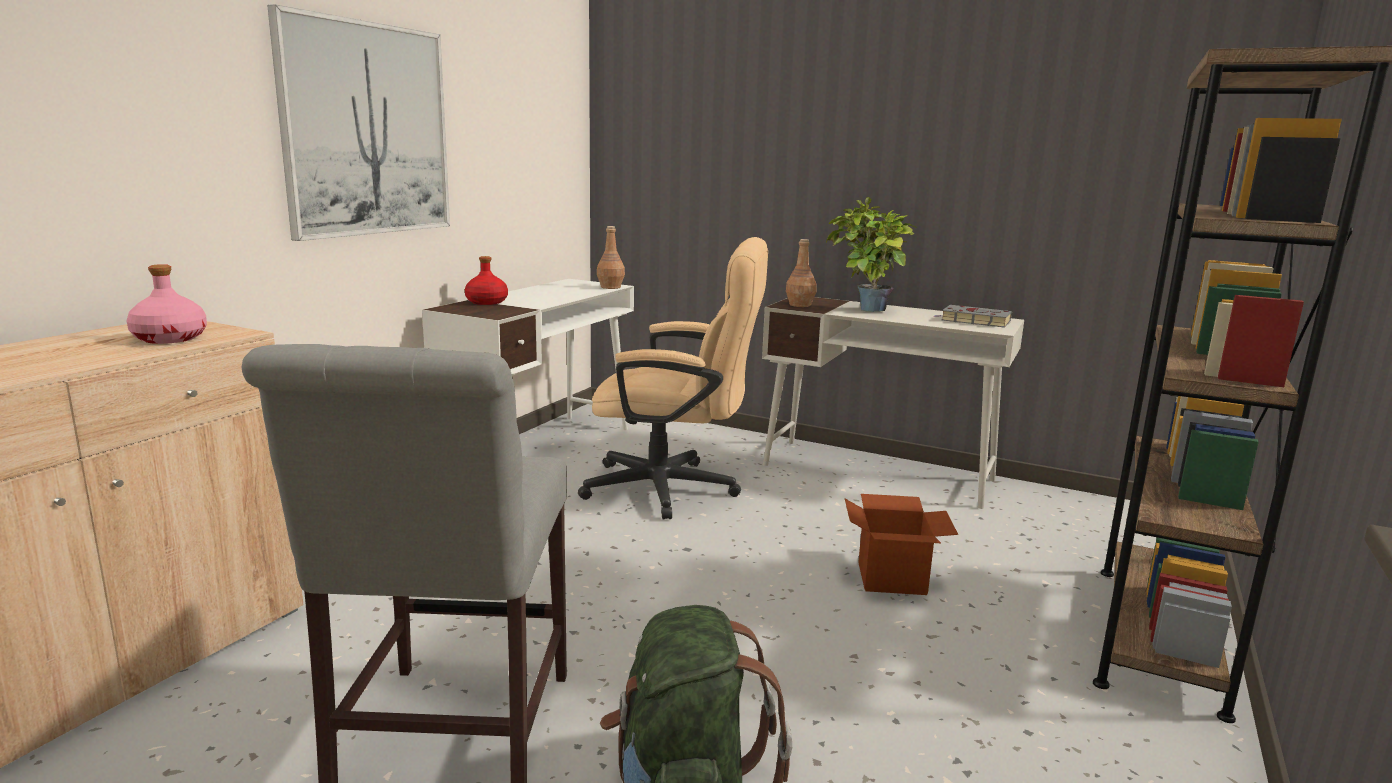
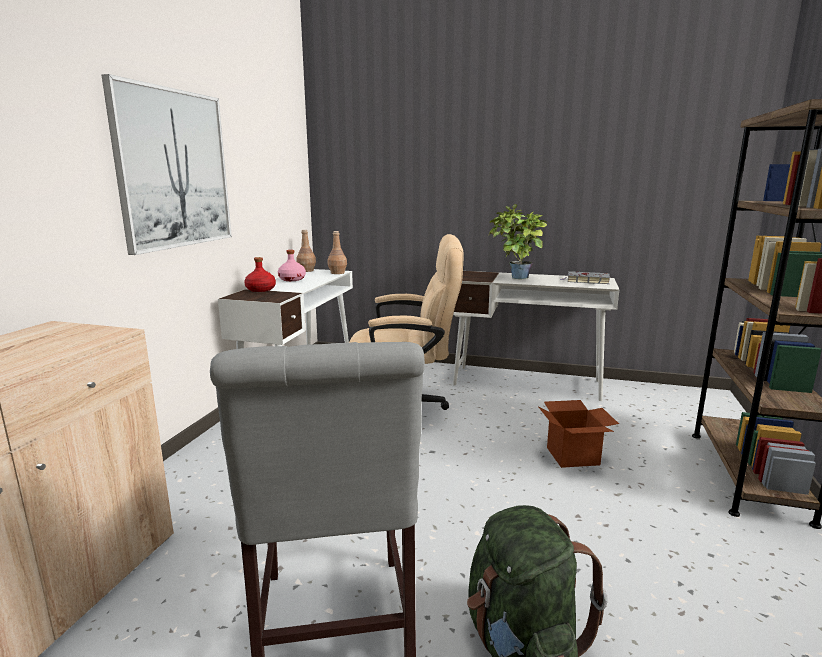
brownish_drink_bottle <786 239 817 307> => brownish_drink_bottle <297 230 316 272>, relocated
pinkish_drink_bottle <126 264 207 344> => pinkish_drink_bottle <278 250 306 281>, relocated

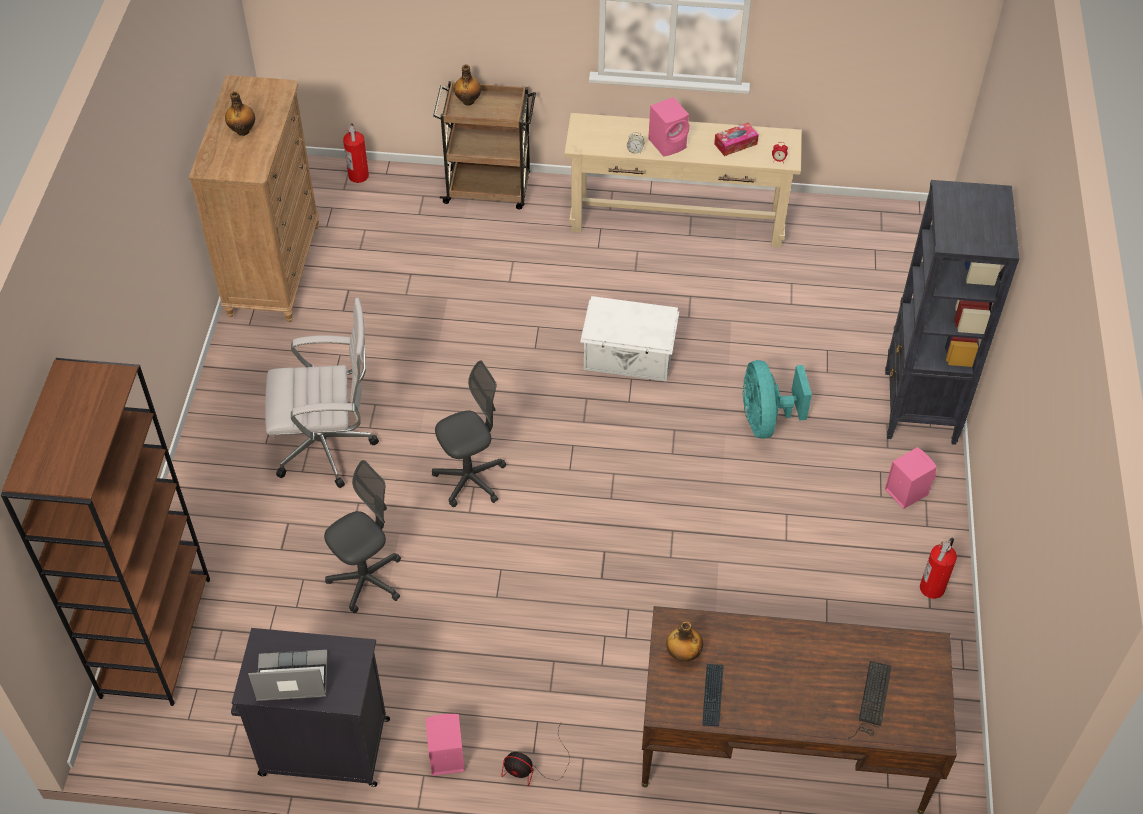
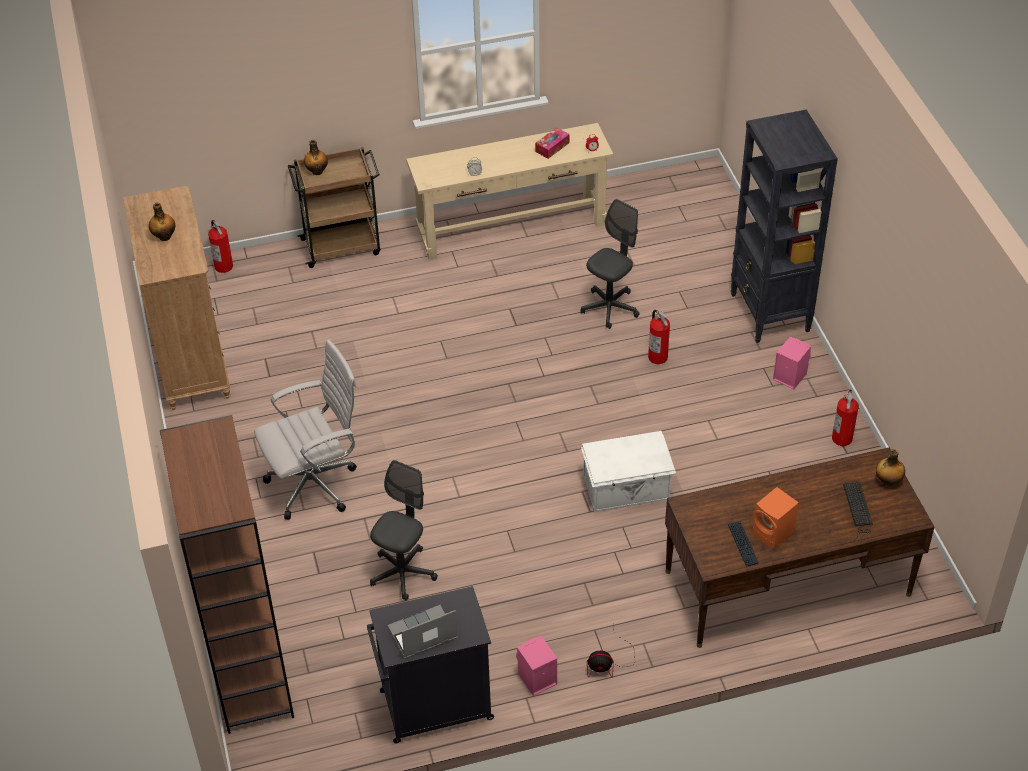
pinkish_audio_speaker <648 97 690 157> => nothing
white_storage_container <580 296 679 381> => white_storage_container <581 431 676 512>, relocated
blue-green_electric_fan <743 360 812 439> => extinguisher <648 310 670 364>
greyish_desk_chair <432 361 506 507> => greyish_desk_chair <580 199 640 329>, relocated
drink_bottle <666 621 703 662> => drink_bottle <876 449 905 486>, relocated
nothing => orangey_audio_speaker <752 487 799 549>

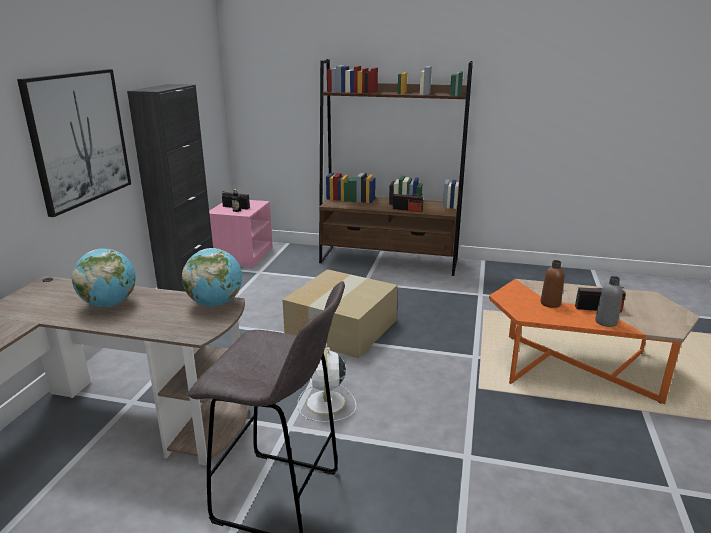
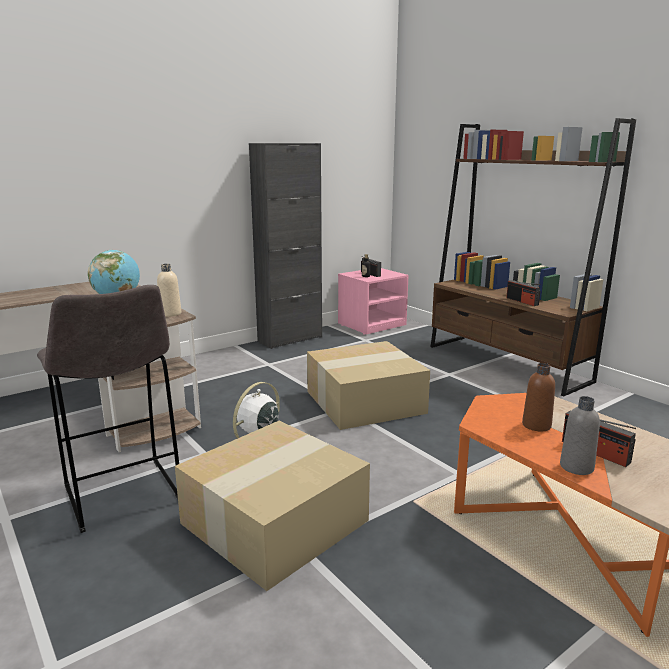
picture <17 69 131 217> => nothing
globe <182 248 242 307> => sand-coloured_drink_bottle <157 264 181 317>
nothing => cardboard_box <175 421 370 591>

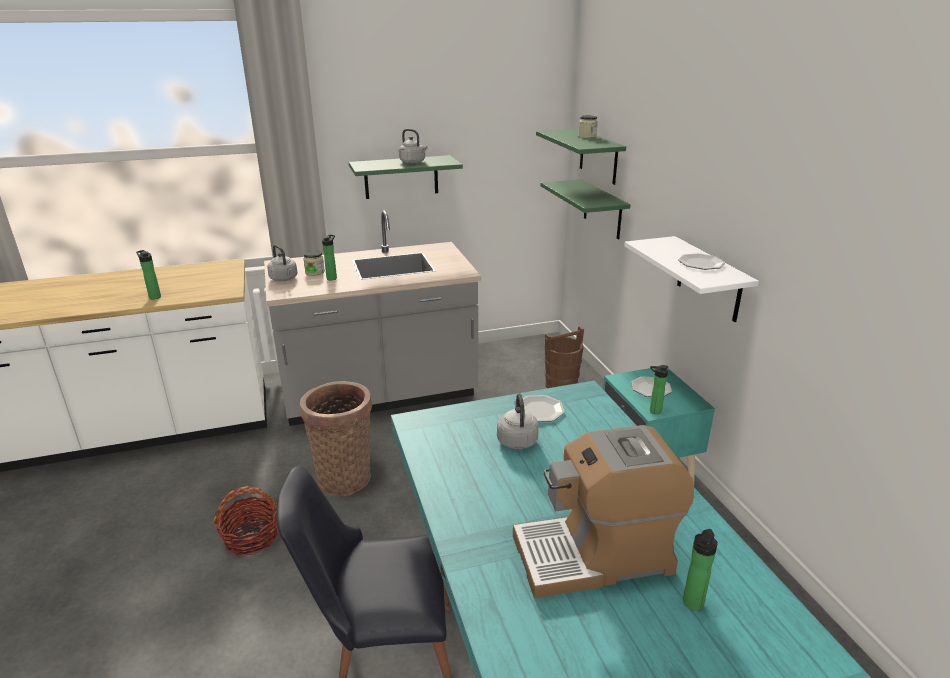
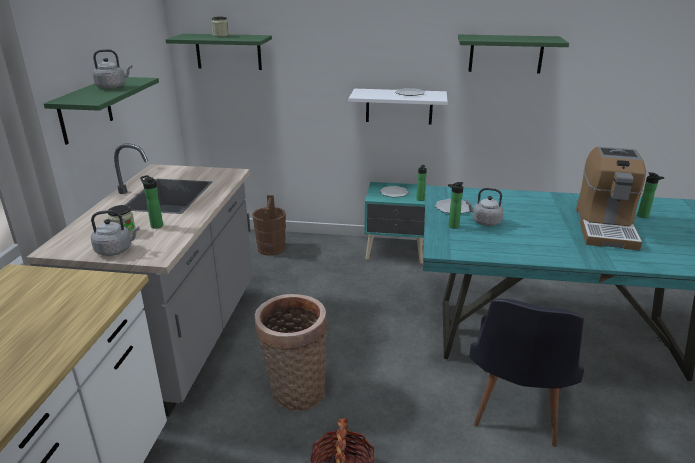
greenish_wall_shelf <541 179 630 239> => greenish_wall_shelf <458 35 569 74>, relocated
drink_bottle <136 250 161 299> => drink_bottle <448 182 463 229>, relocated

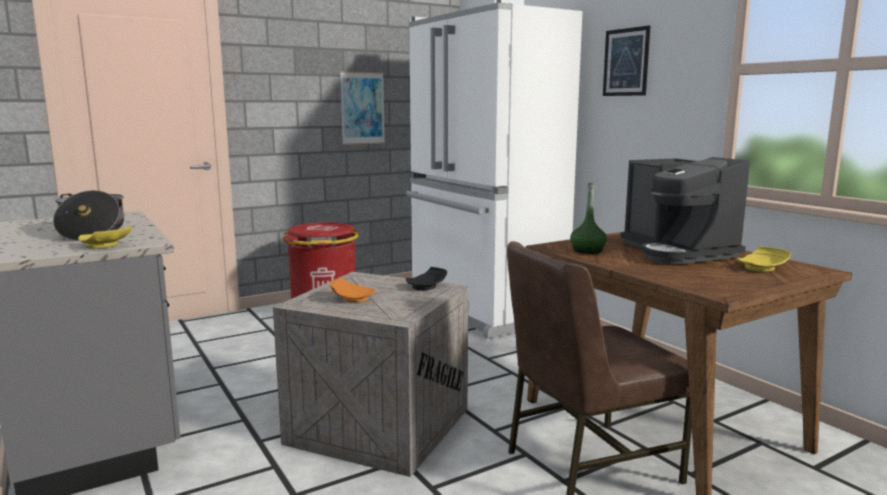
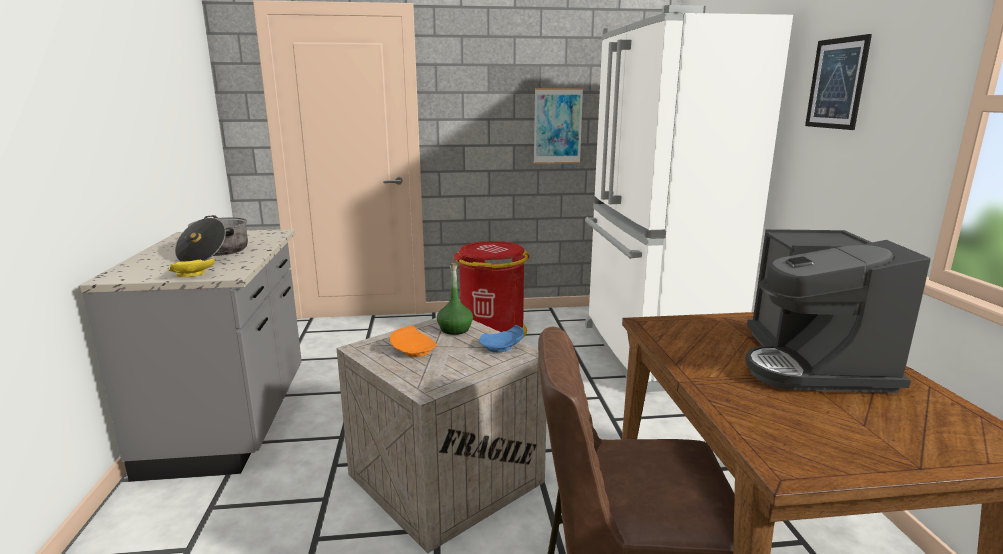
greenish_drink_bottle <570 183 607 254> => greenish_drink_bottle <437 263 473 335>, relocated
yellow_dinner_plate <737 246 791 272> => nothing
black_dinner_plate <406 267 447 290> => blue_dinner_plate <479 325 524 352>

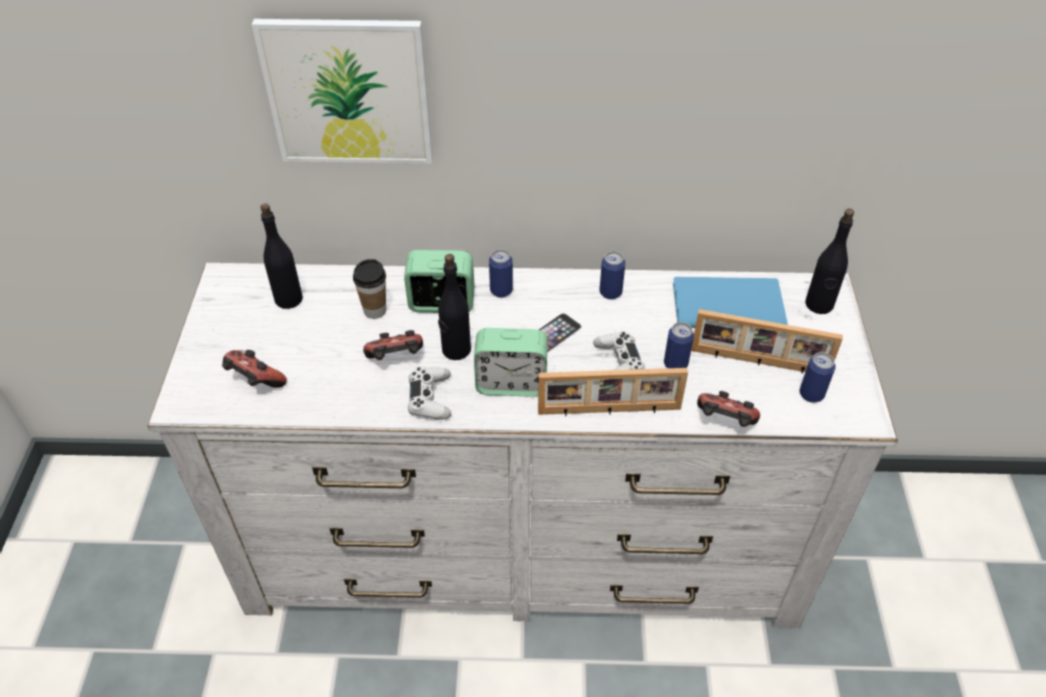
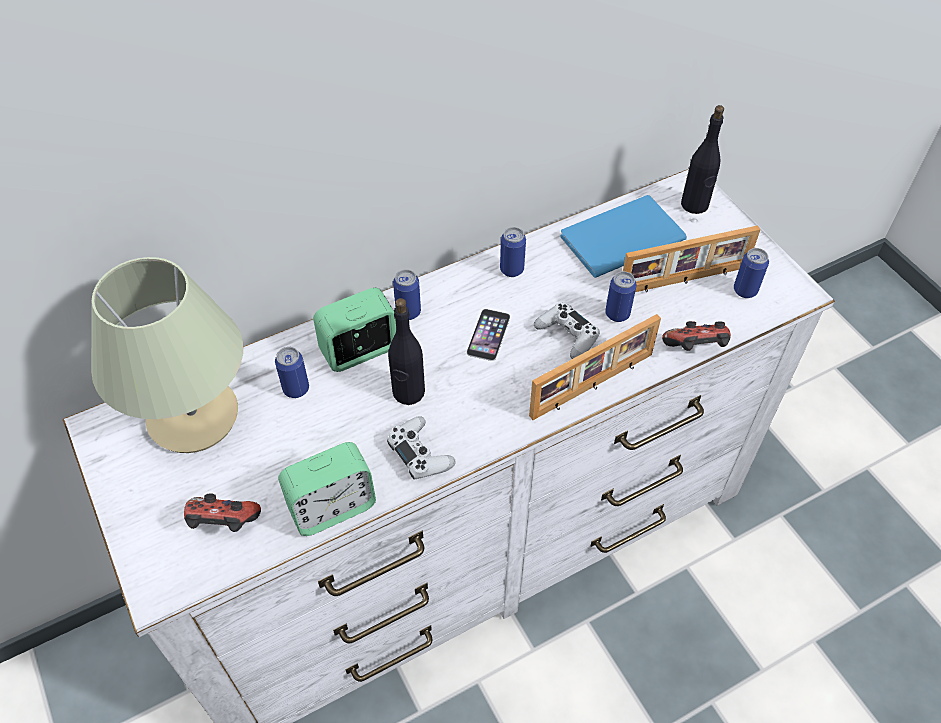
picture <252 19 433 164> => nothing
black_drink_bottle <260 203 303 309> => sand-coloured_tabletop_lamp <91 257 243 453>
small_cup <353 259 386 319> => metal_can <275 347 309 398>
alarm_clock <474 328 547 397> => alarm_clock <278 442 376 536>, relocated
joypad <363 330 423 360> => nothing

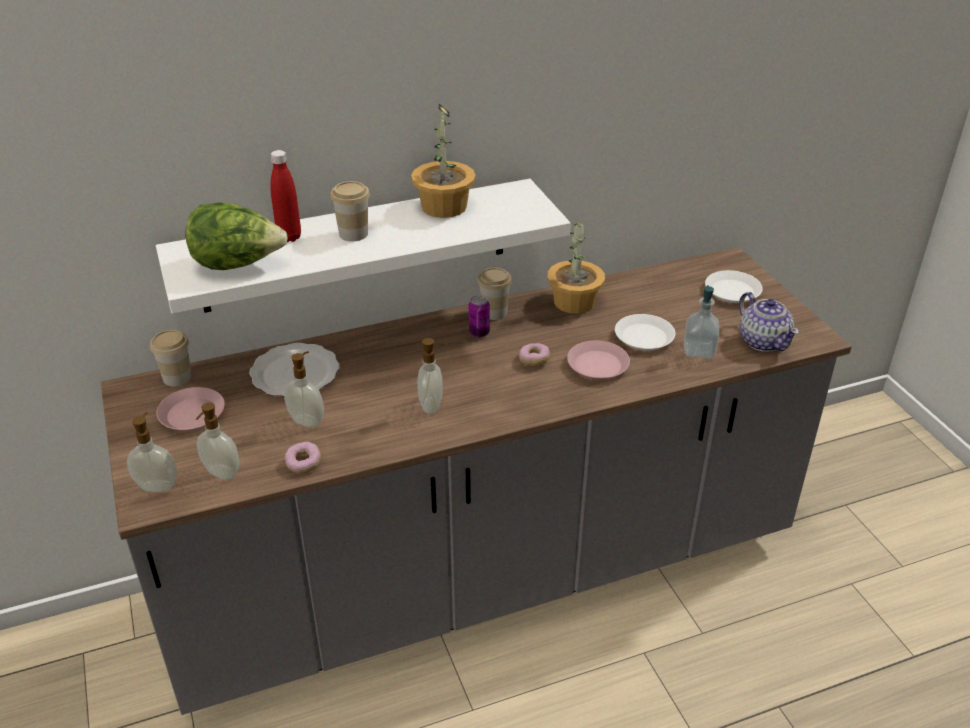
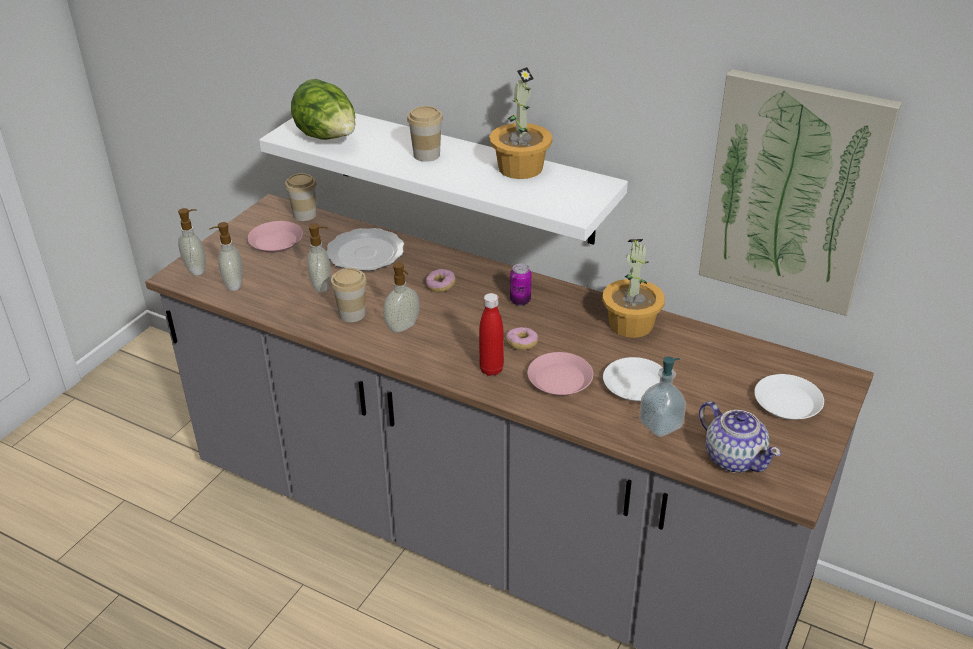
red-coloured_drink_bottle <270 150 301 242> => red-coloured_drink_bottle <479 293 504 376>, relocated
small_cup <477 267 512 320> => small_cup <331 268 367 322>, relocated
teapot <739 292 799 352> => teapot <699 401 781 473>, 60 degrees counterclockwise
donut <284 442 321 474> => donut <426 269 456 292>, relocated
nothing => picture <699 69 902 316>

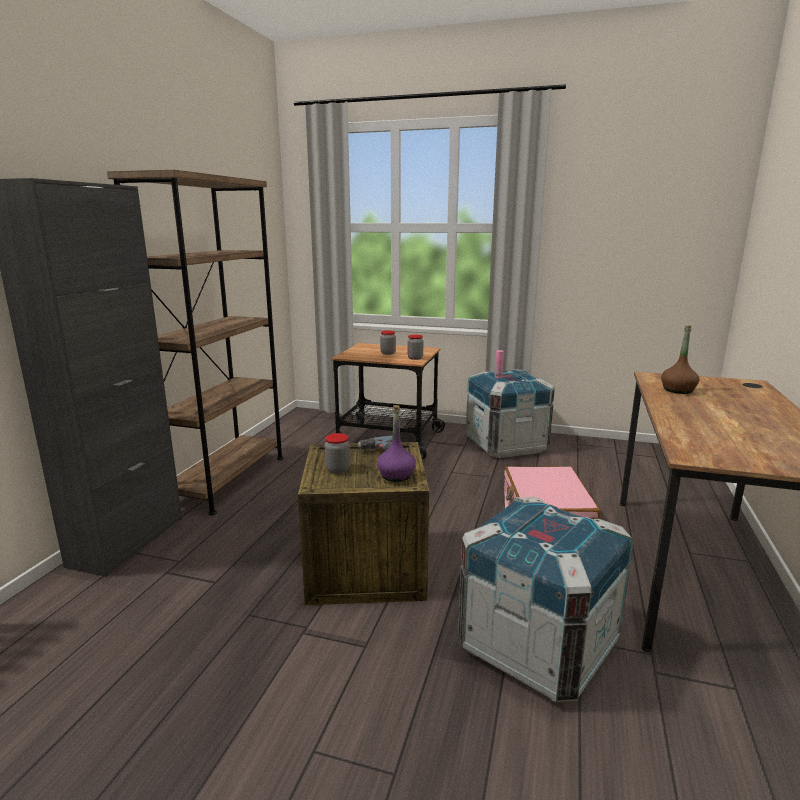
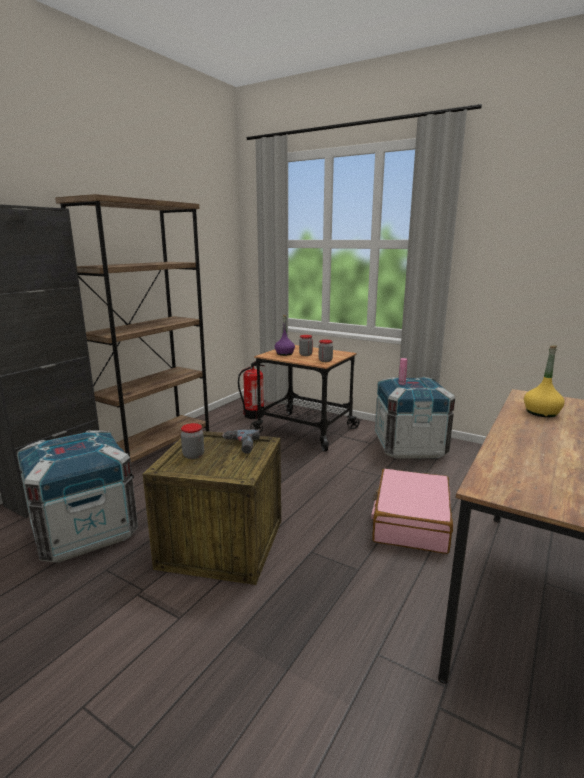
brownish_drink_bottle <661 325 700 394> => yellow_drink_bottle <524 345 565 417>
purplish_drink_bottle <377 405 416 482> => purplish_drink_bottle <275 315 295 356>, relocated
shipping_crate <458 497 634 702> => shipping_crate <17 430 138 563>, relocated
nothing => extinguisher <238 361 265 419>

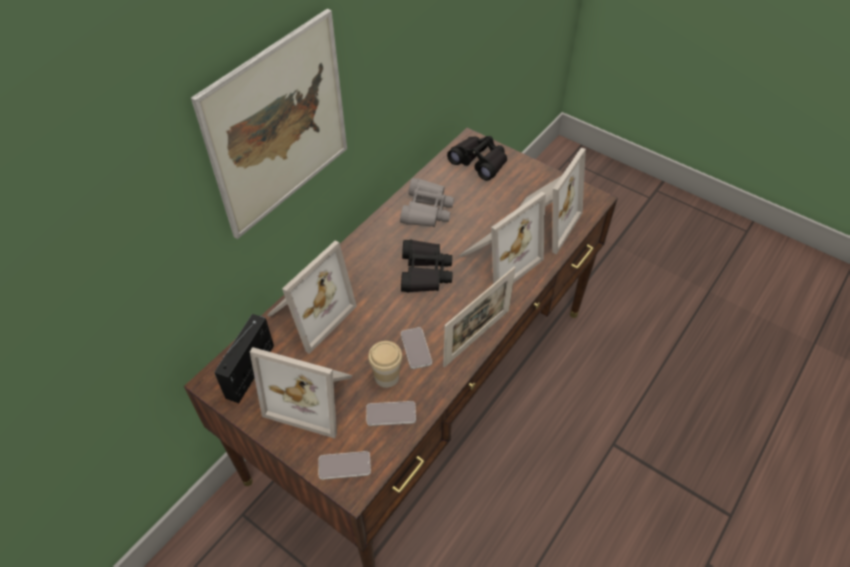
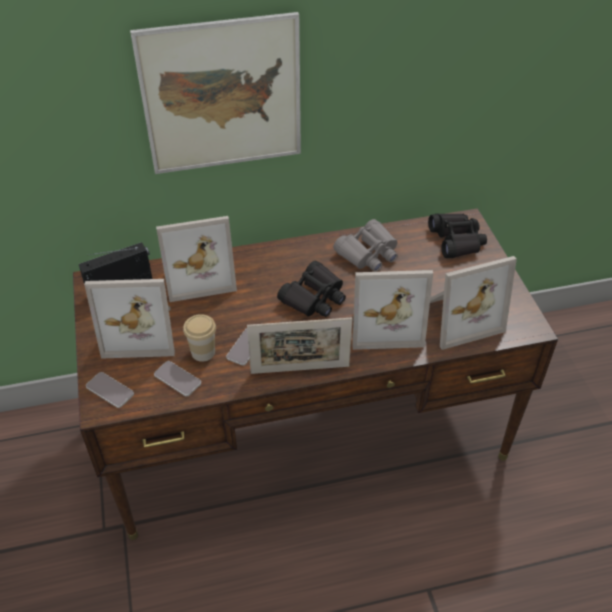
photo_frame <250 347 352 438> => photo_frame <84 279 175 359>, 60 degrees counterclockwise

